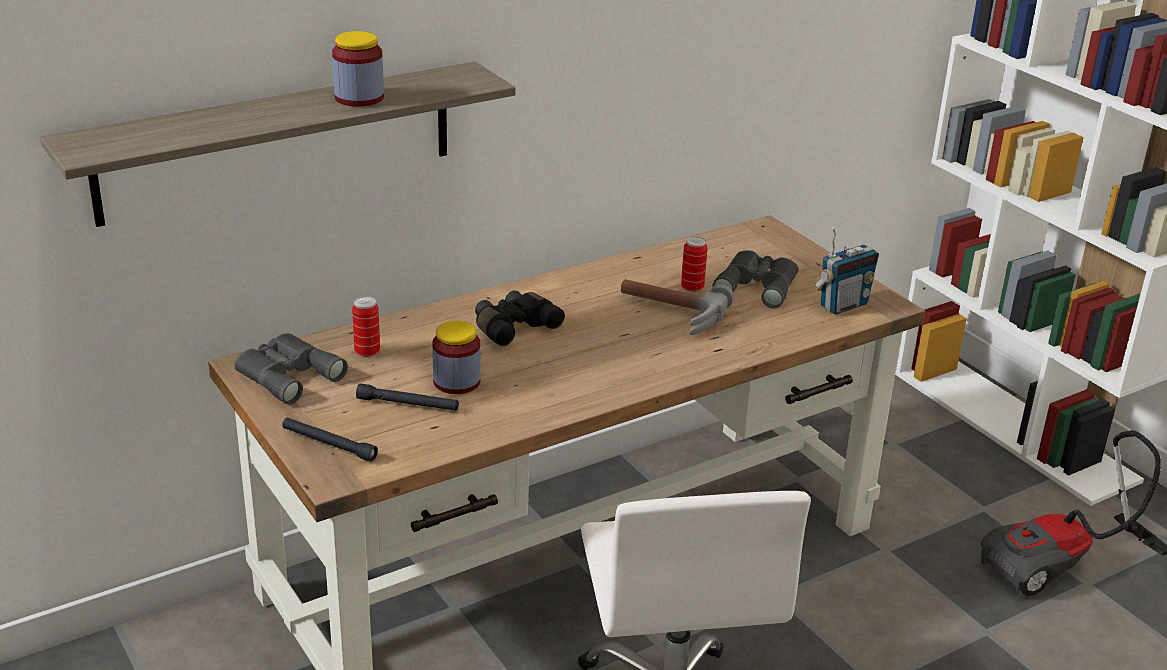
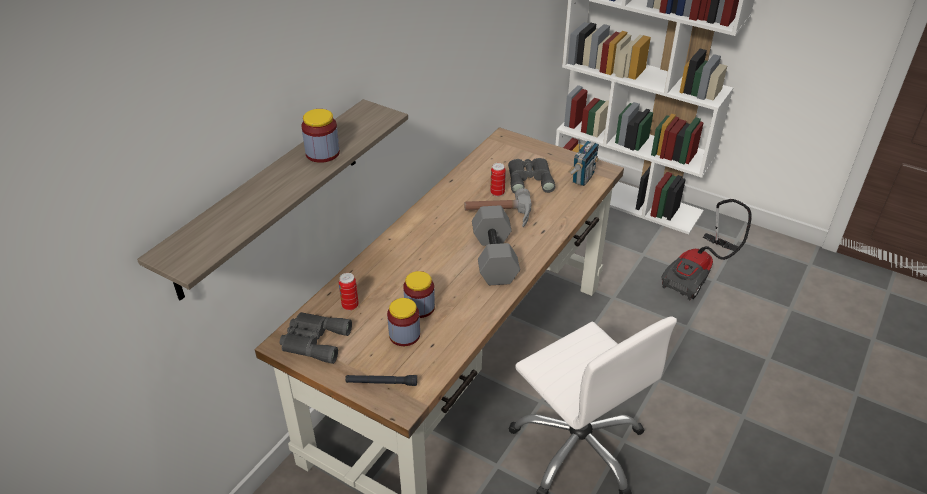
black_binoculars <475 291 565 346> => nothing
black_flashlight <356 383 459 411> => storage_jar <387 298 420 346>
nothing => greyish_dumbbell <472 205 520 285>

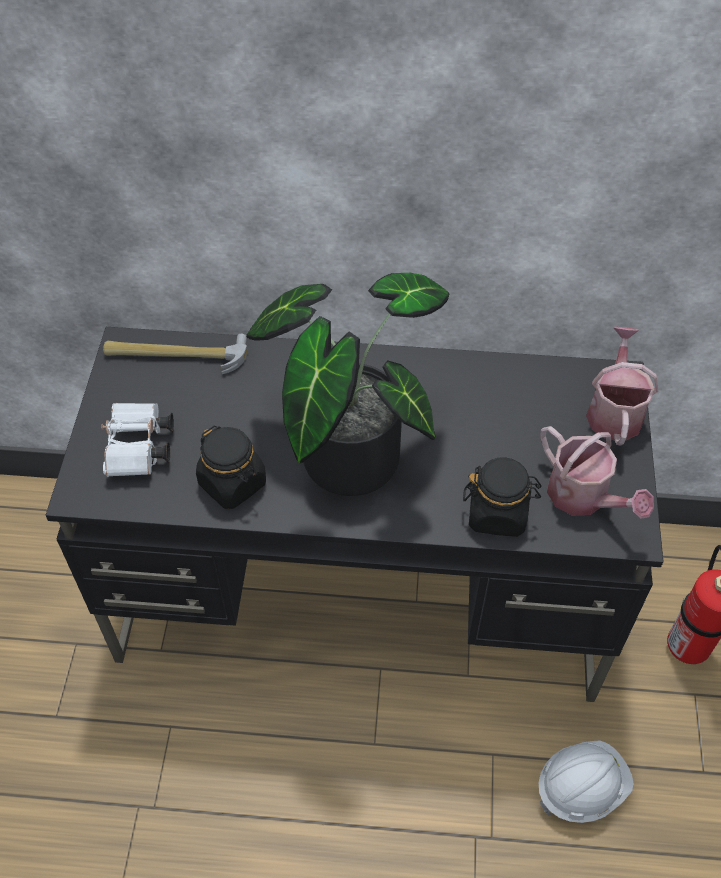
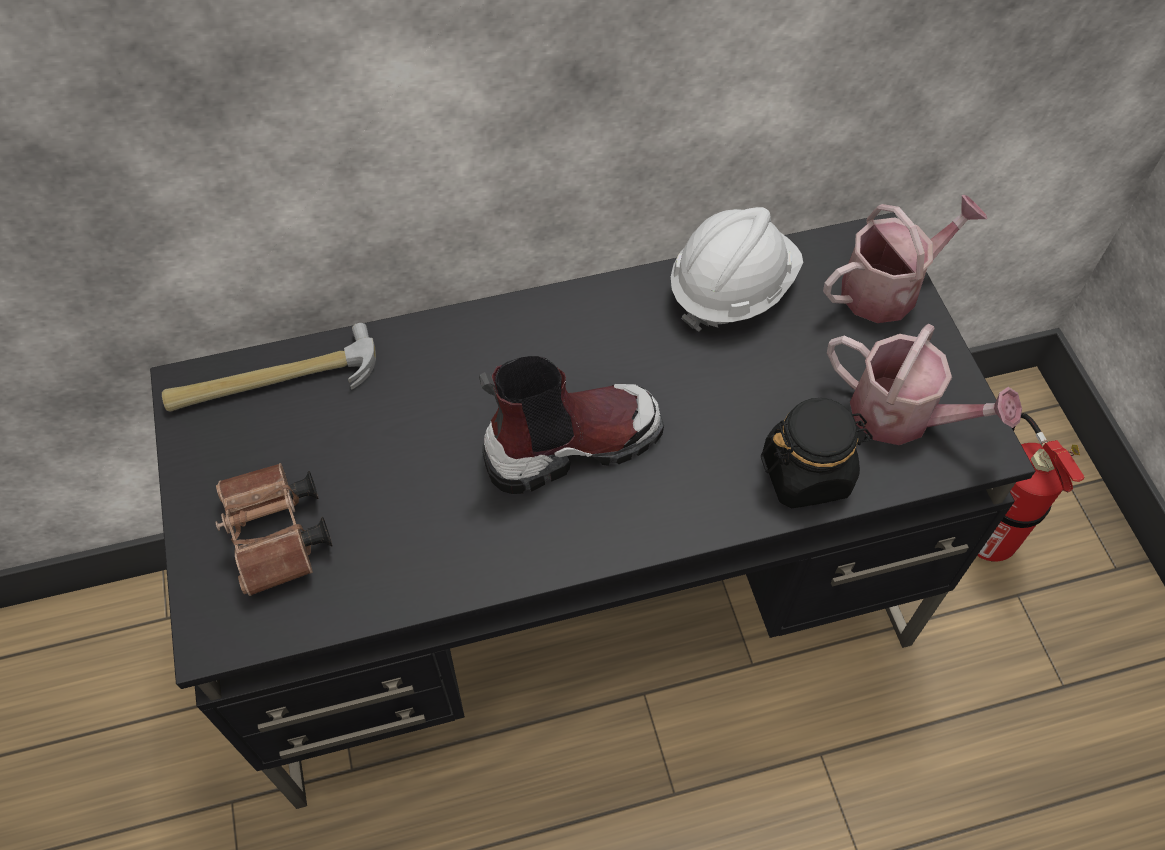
plant_in_a_pot <246 273 449 496> => boot <479 356 664 494>
sprinkling_can <586 327 658 445> => sprinkling_can <823 195 987 323>, 75 degrees clockwise
white_binoculars <101 403 174 477> => brownish_binoculars <215 463 332 596>
black_storage_jar <196 426 266 509> => nothing
white_work_helmet <539 740 634 823> => white_work_helmet <671 207 803 332>, relocated

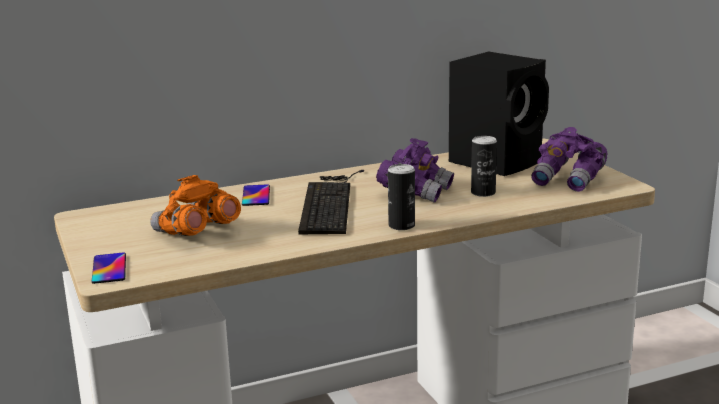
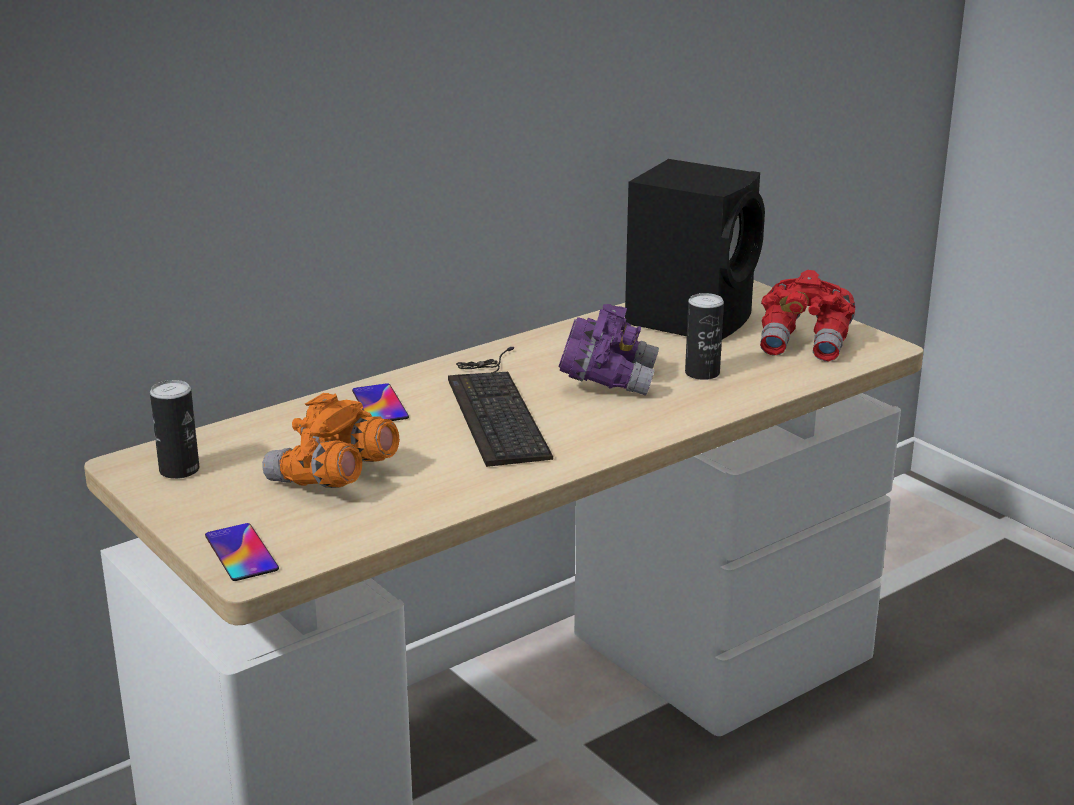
purplish_binoculars <531 127 607 192> => red-coloured_binoculars <760 270 855 361>
metal_can <388 164 415 230> => metal_can <150 380 199 479>, relocated

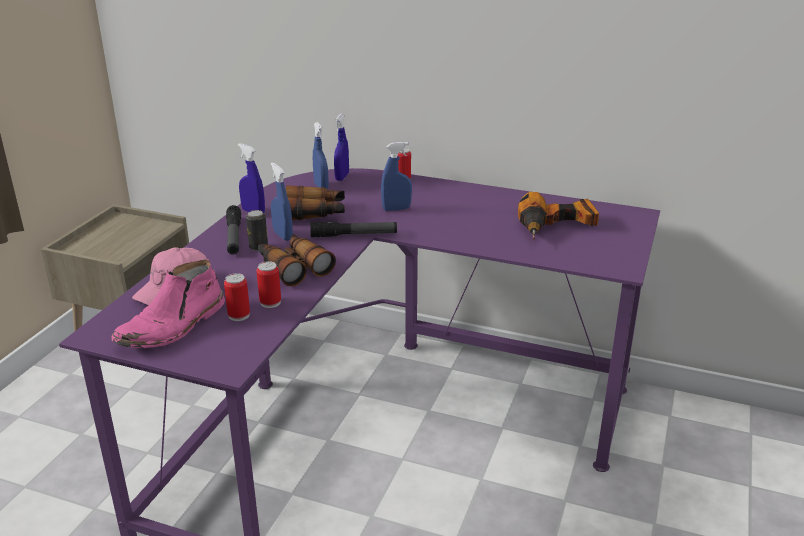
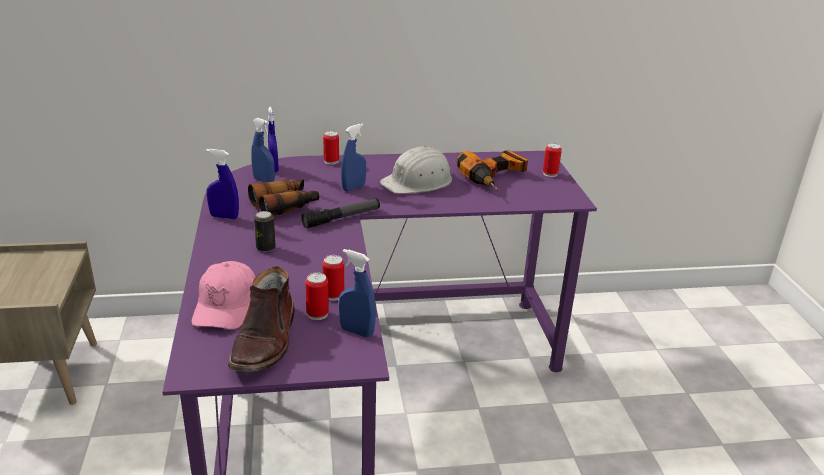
blue_hand_sprayer <271 162 293 241> => blue_hand_sprayer <339 249 376 337>, relocated
flashlight <226 205 241 255> => nothing
binoculars <258 234 336 286> => nothing
pinkish_boot <111 259 225 348> => brownish_boot <228 266 295 372>
nothing => metal_can <543 143 562 177>
nothing => white_work_helmet <380 146 452 194>

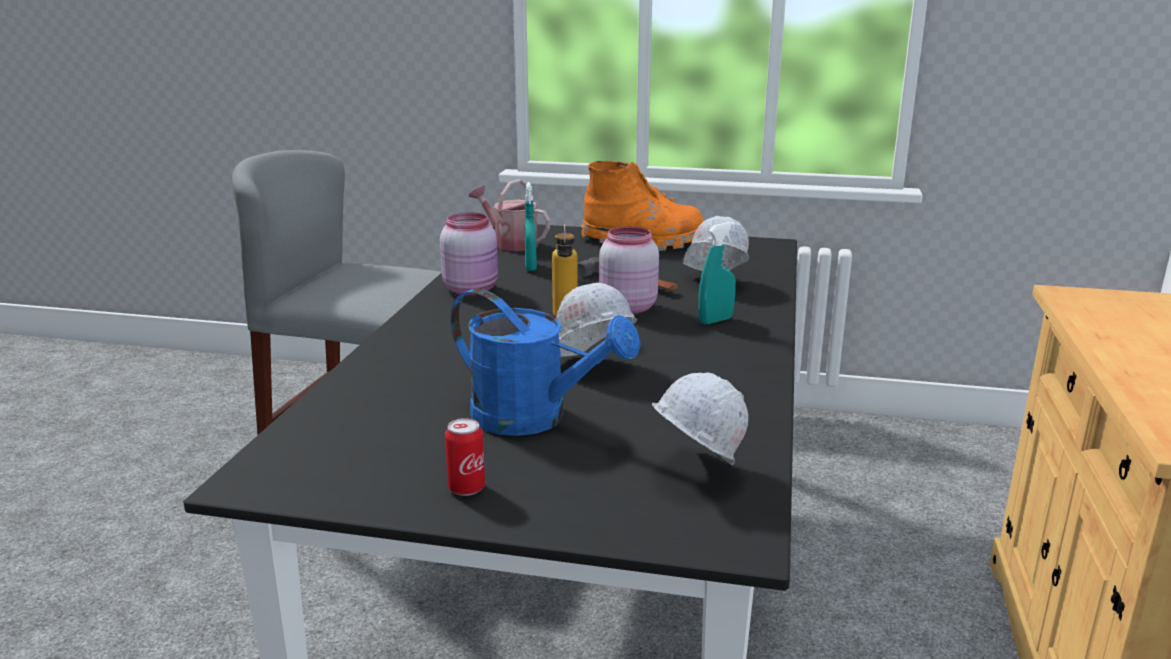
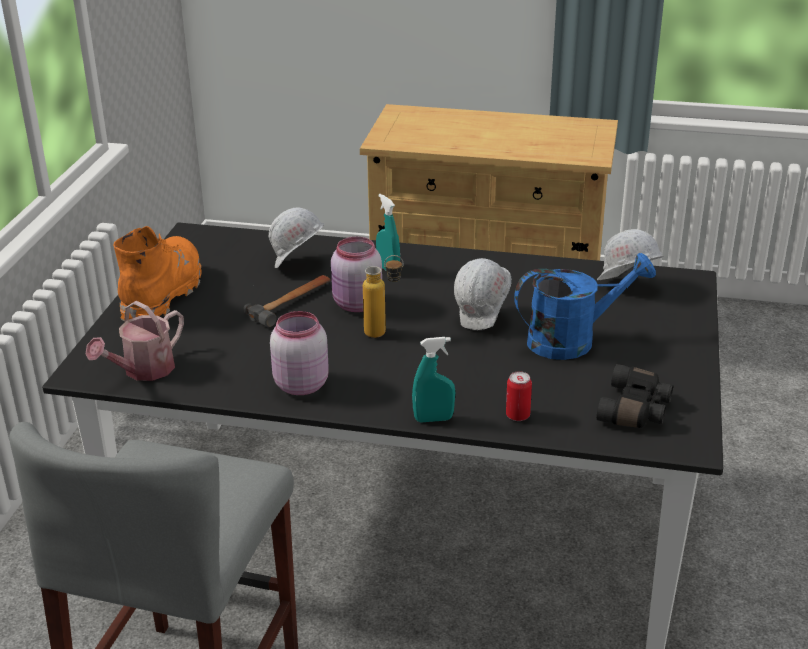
blue-green_hand_sprayer <525 182 537 271> => blue-green_hand_sprayer <412 337 455 423>, relocated
blue_sprinkling_can <451 288 641 436> => blue_sprinkling_can <514 253 656 360>, 45 degrees clockwise
metal_can <445 418 485 496> => metal_can <506 371 532 421>, relocated
nothing => black_binoculars <597 364 673 428>

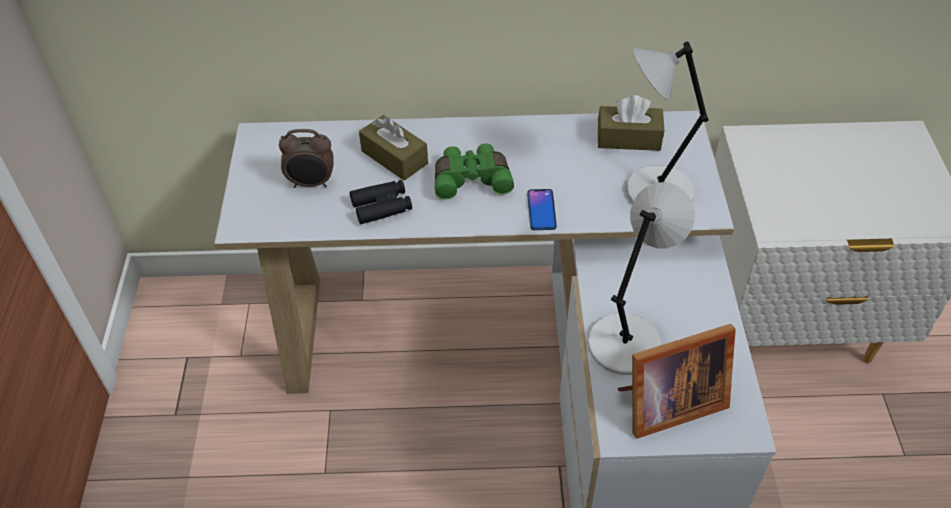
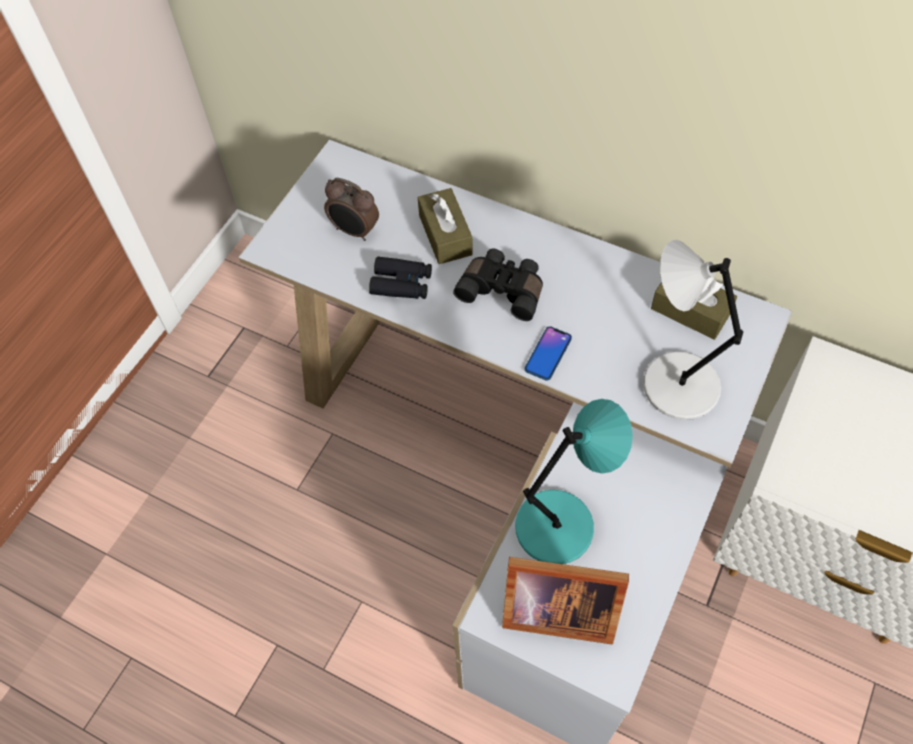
greenish_binoculars <435 144 514 200> => black_binoculars <453 249 543 321>
greyish_tabletop_lamp <588 182 695 375> => blue-green_tabletop_lamp <515 399 633 564>

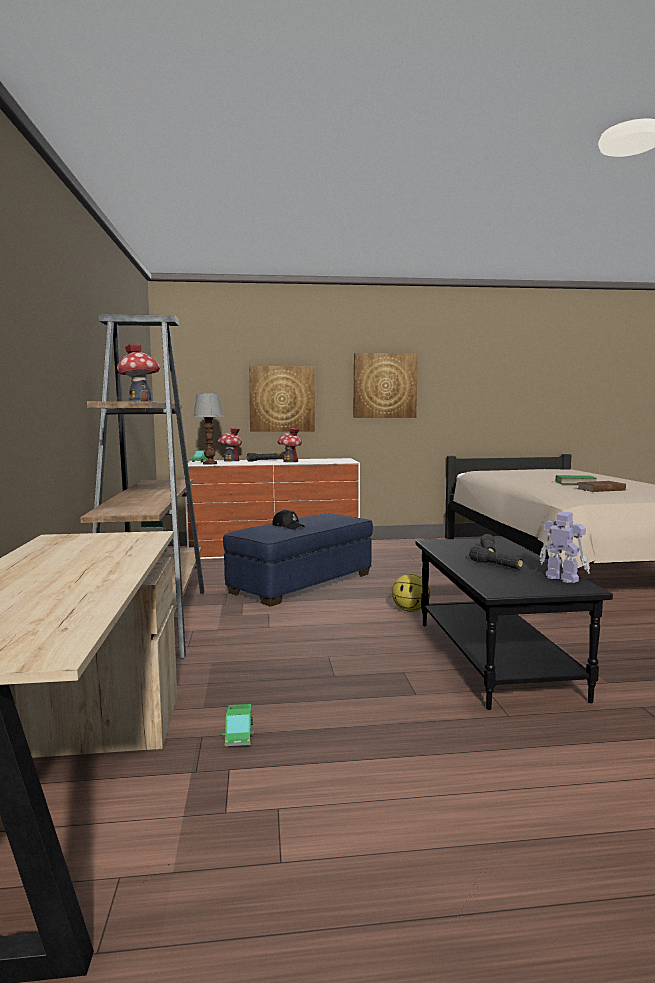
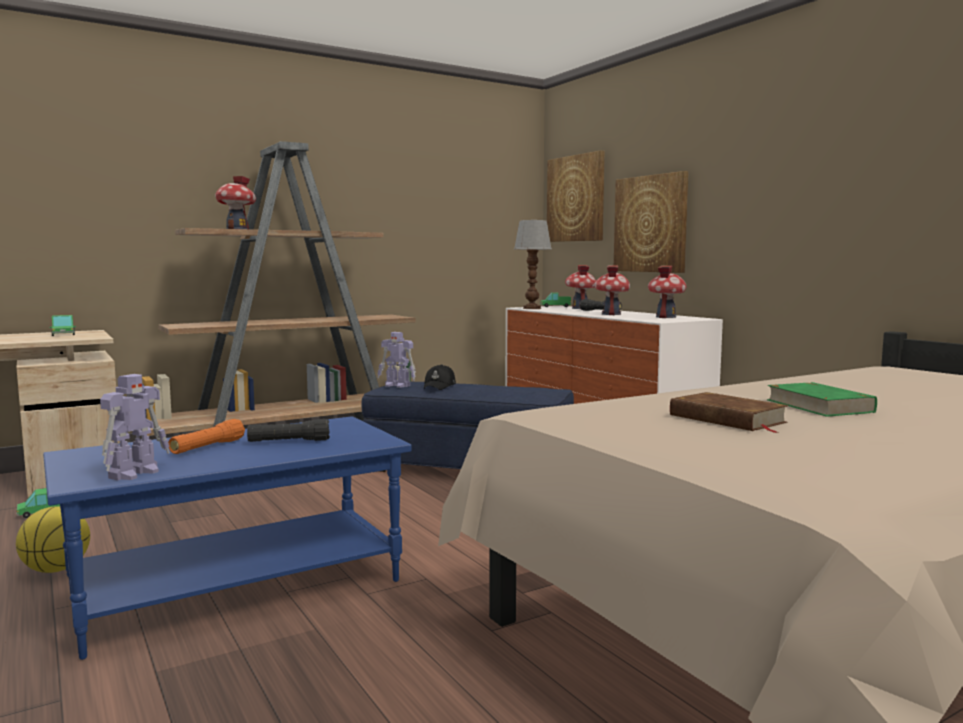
picture <353 353 418 418> => picture <547 151 605 242>, relocated
black_coffee_table <416 538 613 710> => blue_coffee_table <43 416 412 660>
black_flashlight <469 546 524 569> => orangey_flashlight <168 419 245 454>
ball_for_basketball <392 574 430 612> => ball_for_basketball <16 506 90 573>, relocated
nothing => miniature_house <648 266 687 318>
nothing => toy_truck <49 315 76 336>
nothing => robot_figure <377 332 416 388>

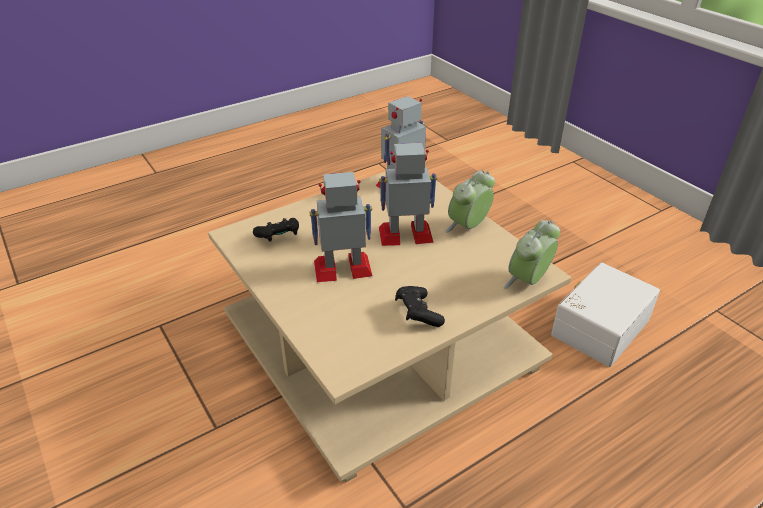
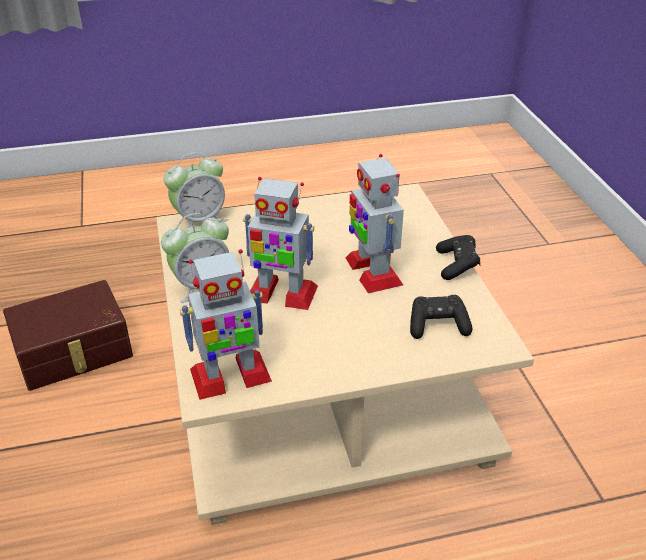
robot_figure <310 172 373 282> => robot_figure <345 154 404 294>, 60 degrees clockwise
white_storage_container <551 263 660 367> => brownish_storage_container <3 280 133 391>
black_joypad <395 286 445 327> => black_joypad <436 235 480 280>, relocated

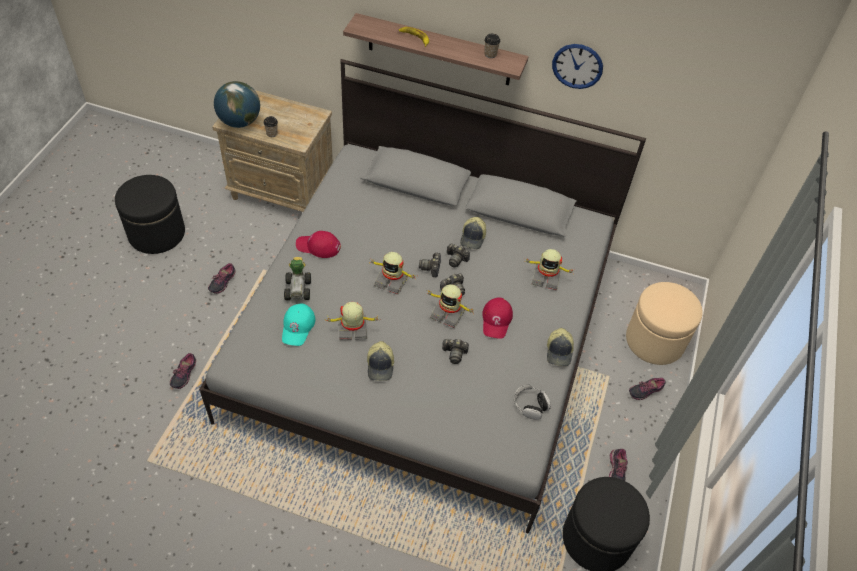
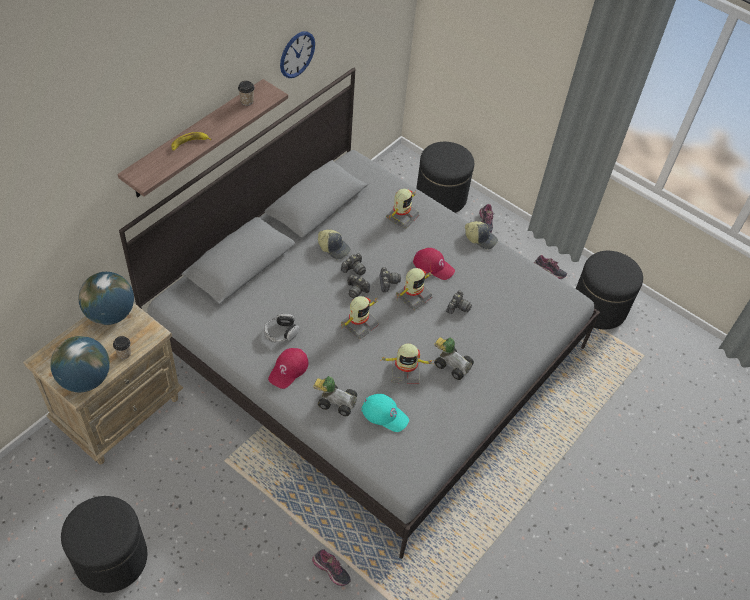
item_of_footwear <208 263 236 294> => nothing
sand-coloured_ottoman <626 282 703 365> => black_ottoman <416 142 474 213>
robot_figure <327 302 380 340> => robot_figure <380 344 432 385>, 105 degrees counterclockwise
baseball_cap <367 341 394 381> => miniature_car <434 337 474 380>
pair_of_headphones <514 385 551 420> => pair_of_headphones <264 314 299 342>, relocated
nothing => globe <78 272 134 325>

